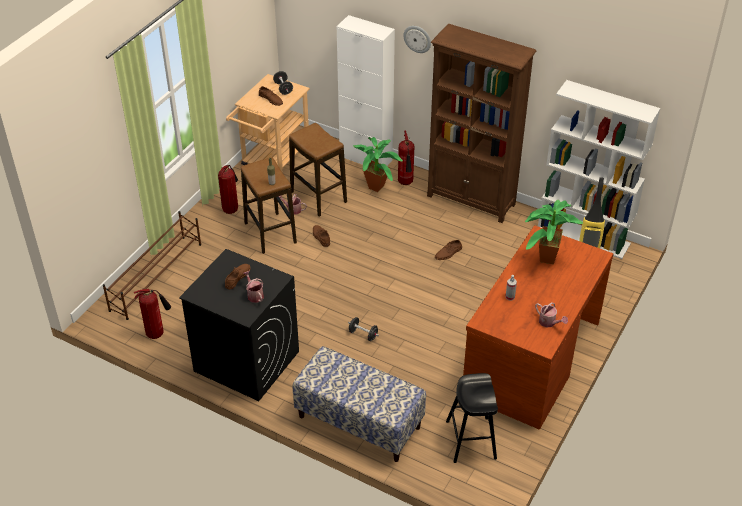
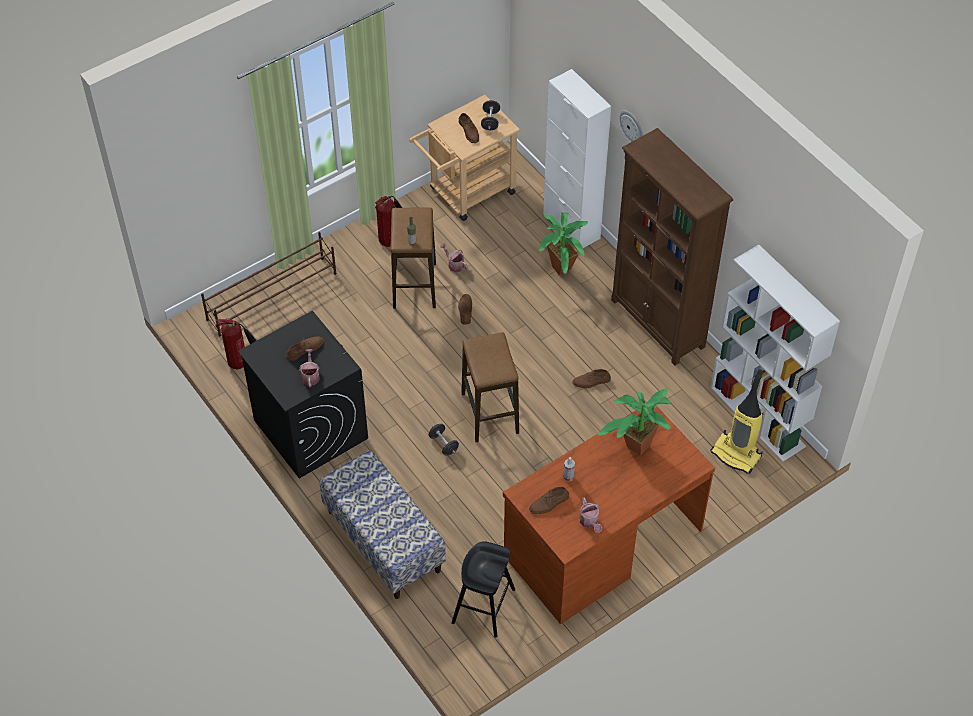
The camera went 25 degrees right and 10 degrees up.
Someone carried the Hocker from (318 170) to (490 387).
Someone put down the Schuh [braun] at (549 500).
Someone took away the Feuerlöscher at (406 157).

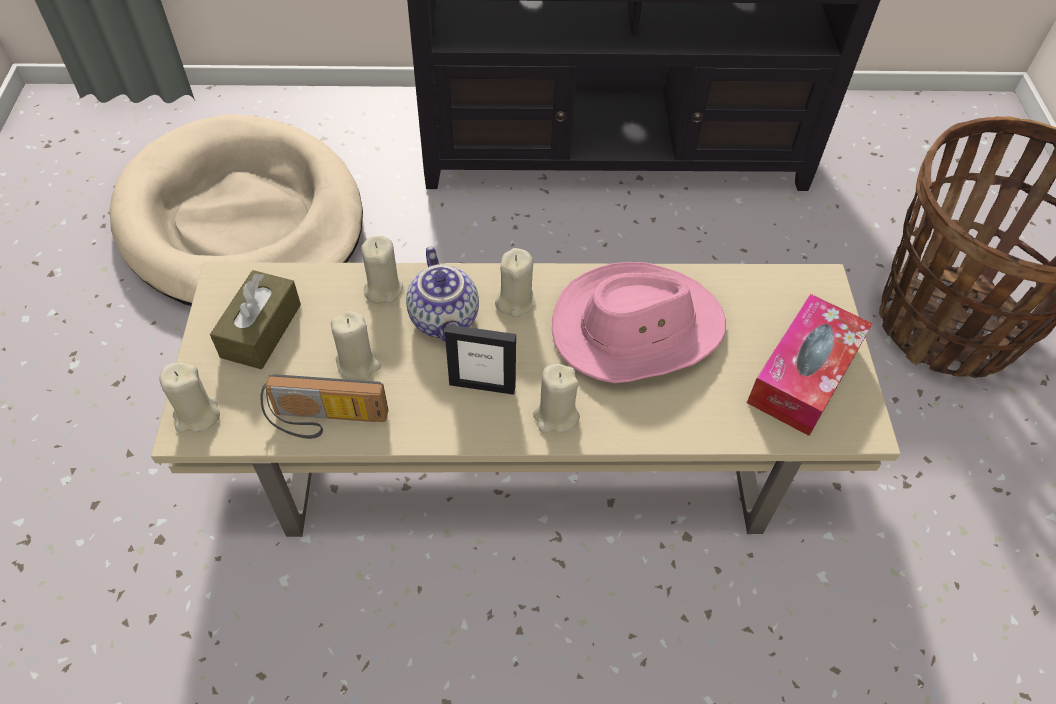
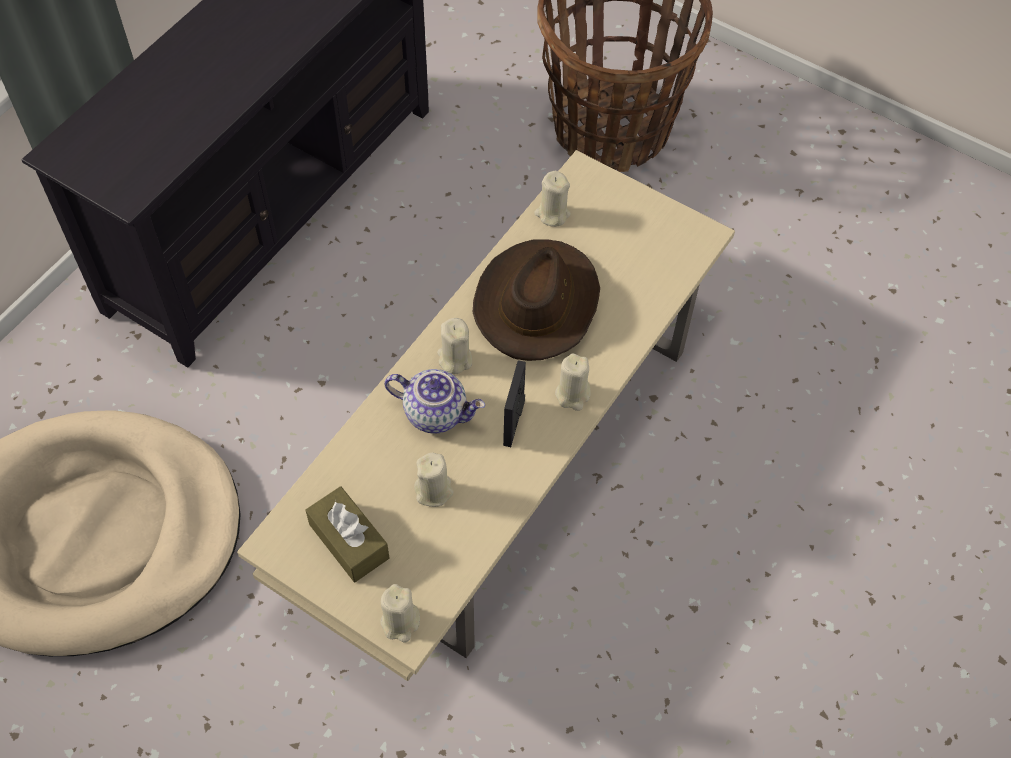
The camera went 55 degrees left and 5 degrees up.
Someone repainted the Hut [rosa] at (639 322), which became the Hut [braun] at (536 300).
Someone rotated the Bilderrahmen at (480 359) by 150 degrees clockwise.
Someone carried the Kerze [beige] from (382 269) to (552 199).
Someone took away the Radio at (324 406).
Someone took away the Taschentuchbox at (809 365).

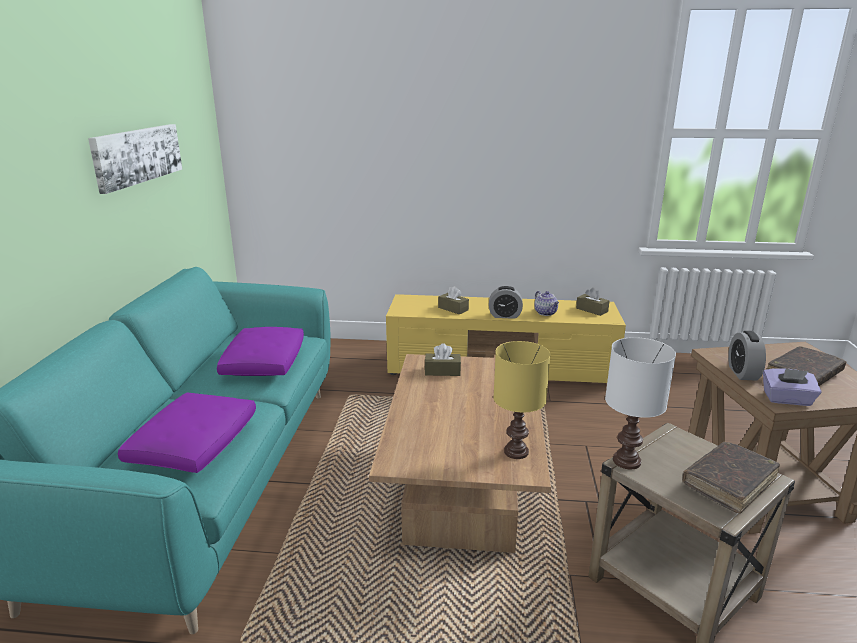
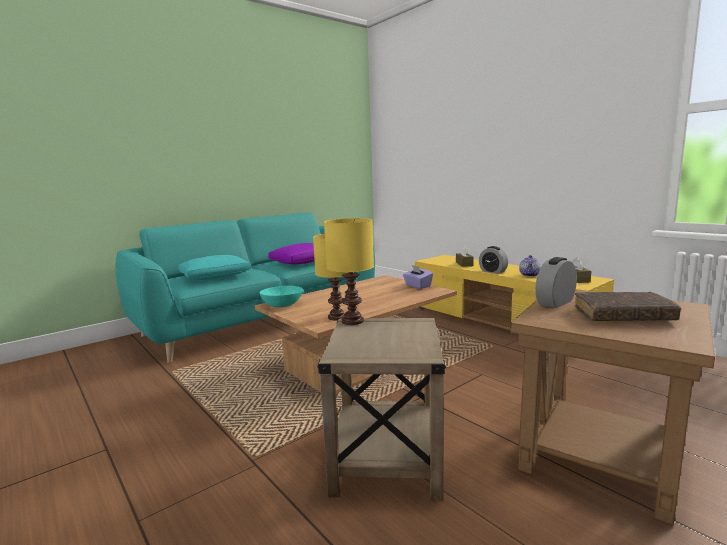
The camera went 45 degrees right and 10 degrees down.
Someone repainted the Kissen [lila] at (187 433), which became the Kissen [türkis] at (214 267).
Someone put down the Schüssel [türkis] at (281 296).
Someone repainted the Tischlampe [weiß] at (640 403), which became the Tischlampe [gelb] at (349 271).
Someone carried the Taschentuchbox [lila] from (792 387) to (418 277).
Someone took away the Bild at (135 159).
Someone took away the Taschentuchbox [braun] at (443 359).
Someone took away the Buch [braun] at (731 478).

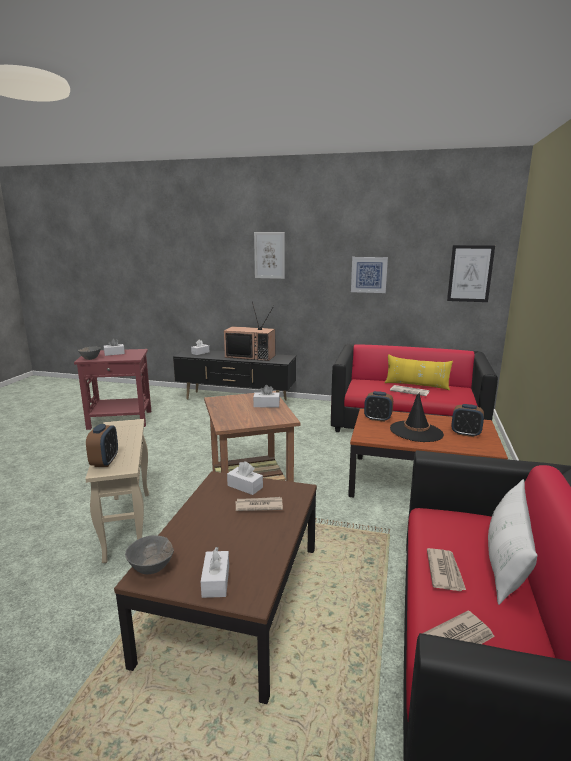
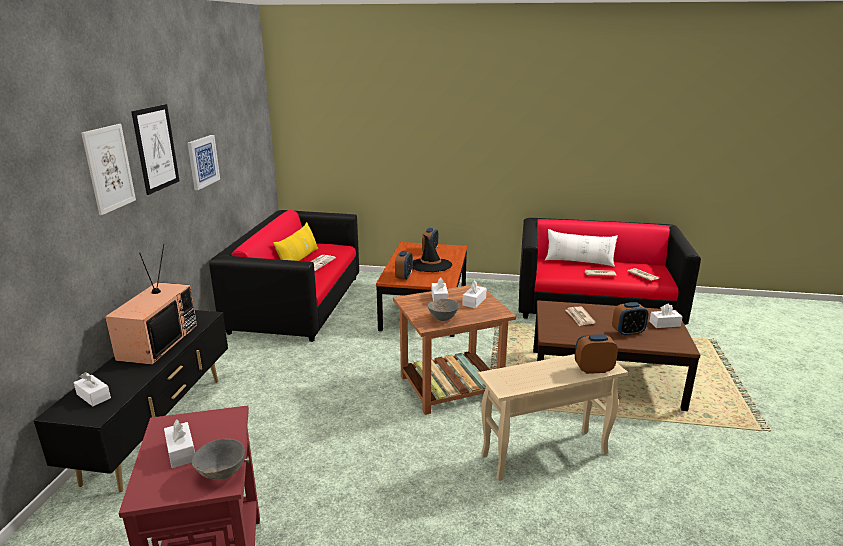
The camera went 95 degrees left and 5 degrees up.
Someone carried the Bild from (471 273) to (155 149).
Someone carried the Schüssel [grau] from (149 554) to (443 310).
Someone carried the Taschentuchbox [weiß] from (245 478) to (474 294).
Someone put down the Wecker at (630 319).

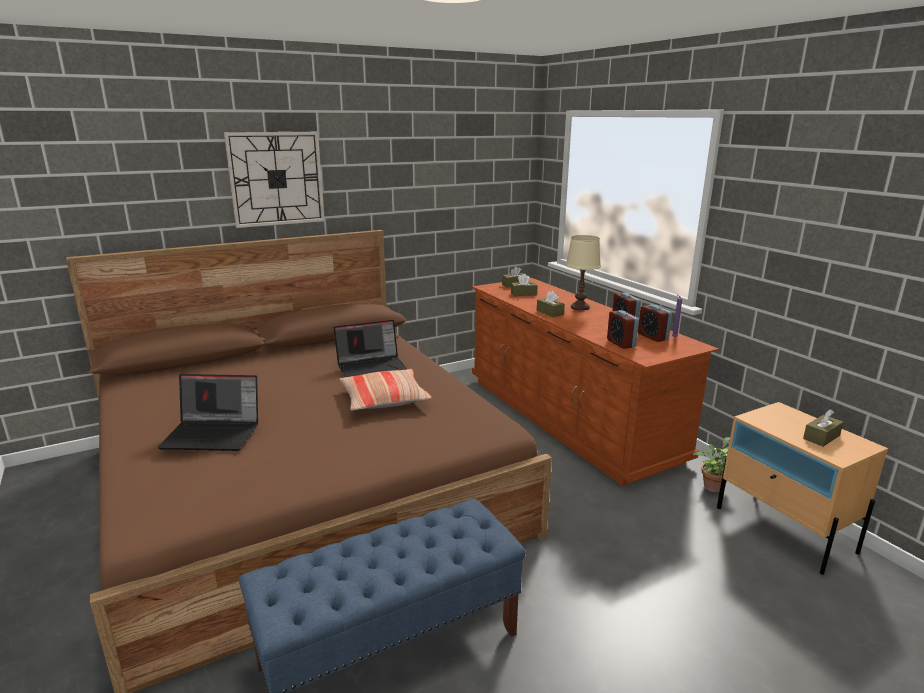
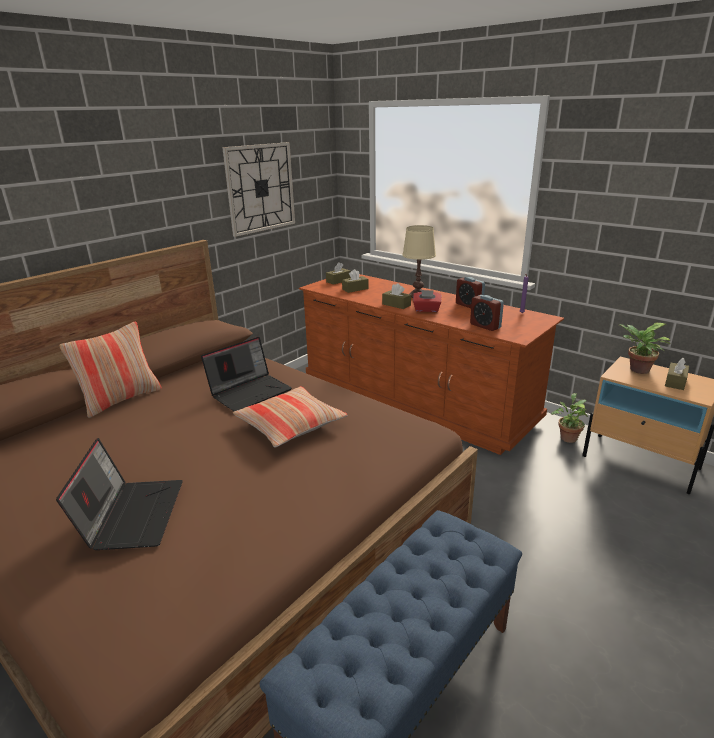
The camera went 20 degrees left and 5 degrees up.
Someone rotated the Laptop at (207 412) by 75 degrees counterclockwise.
Someone put down the Kissen at (110 370).
Someone carried the Wanduhr from (274 180) to (258 189).
Someone put down the Taschentuchbox [rot] at (427 301).
Someone put down the Topfpflanze at (645 348).
Someone took away the Wecker at (655 323).

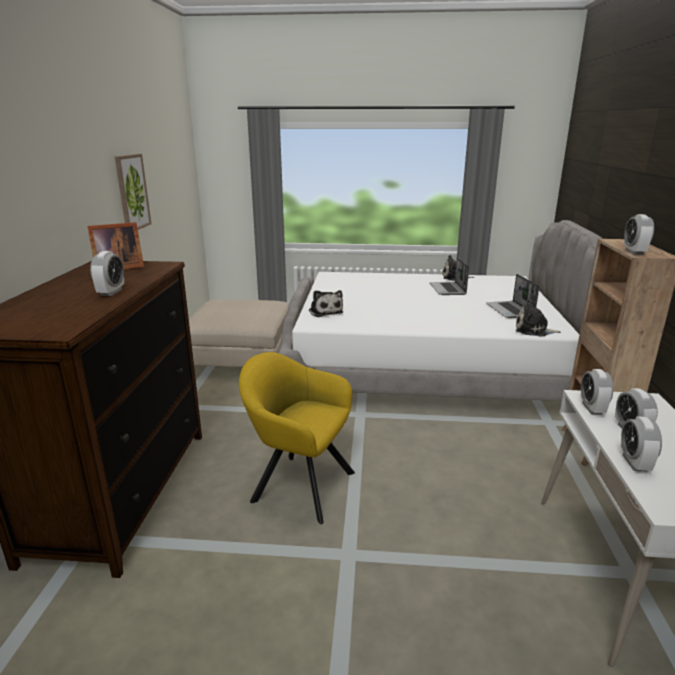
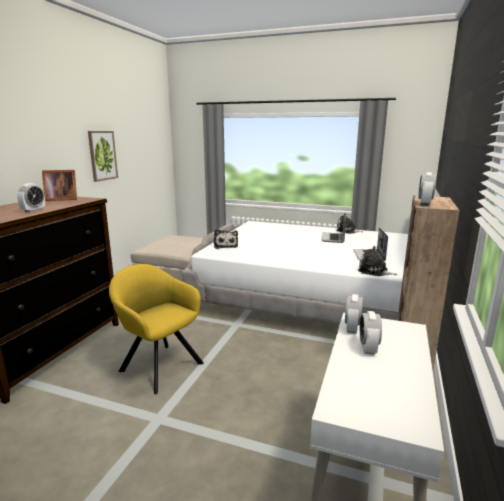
The camera went 15 degrees right and 5 degrees down.
Someone took away the Wecker at (641 444).

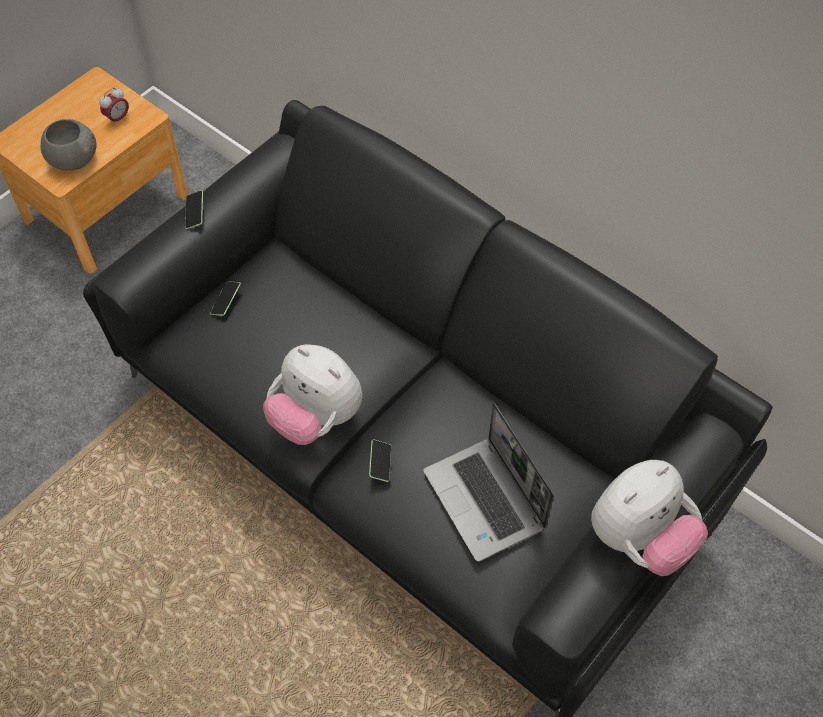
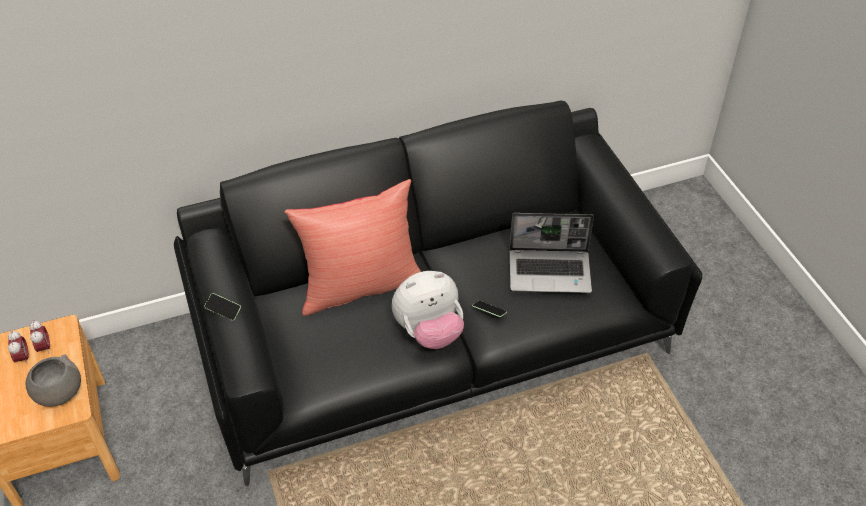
The camera went 60 degrees left and 10 degrees down.
Someone put down the Wecker at (18 348).
Someone put down the Kissen [rot] at (352 247).
Someone took away the Handy at (225 299).
Someone took away the Plüschtier at (649 518).

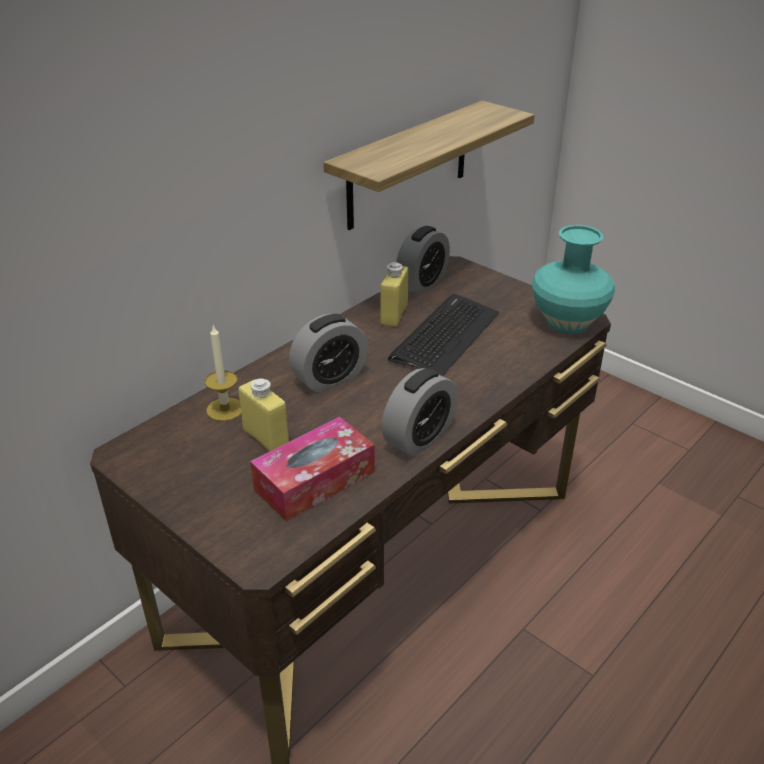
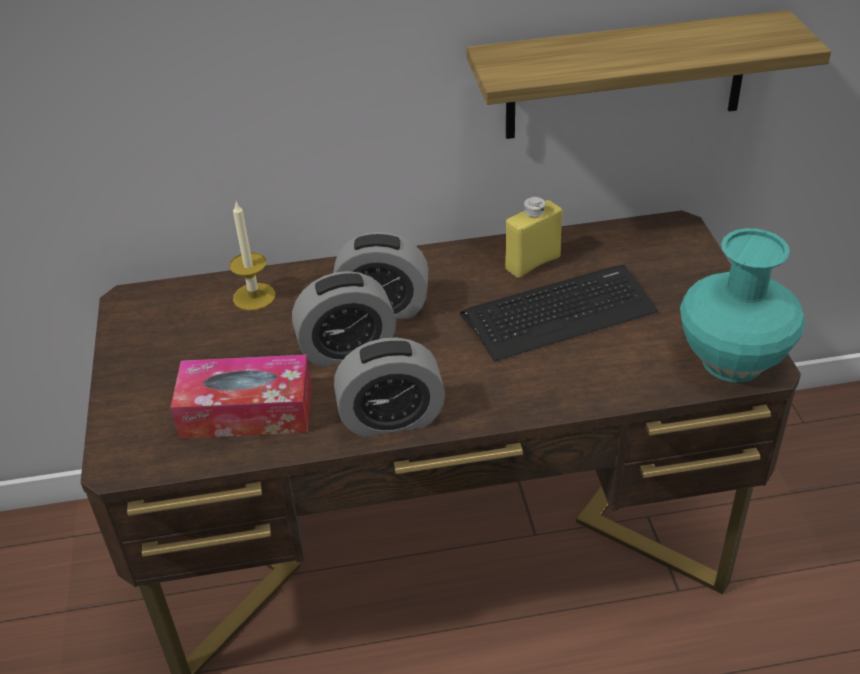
The camera went 40 degrees right and 5 degrees up.
Someone carried the Wecker from (423 260) to (344 319).
Someone took away the Flasche [gelb] at (263 415).

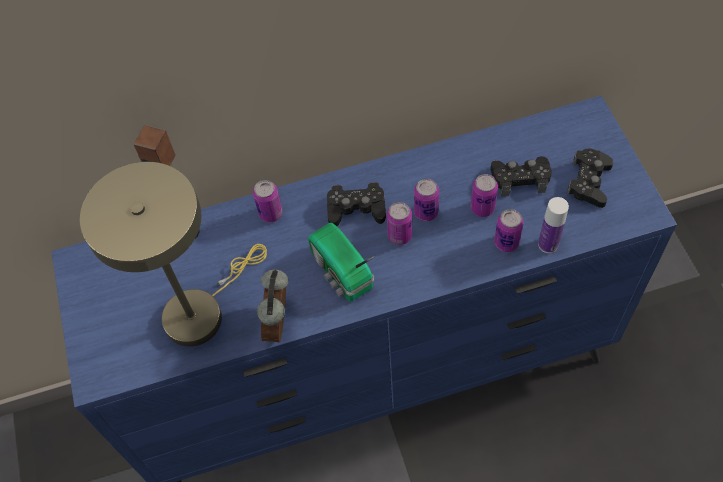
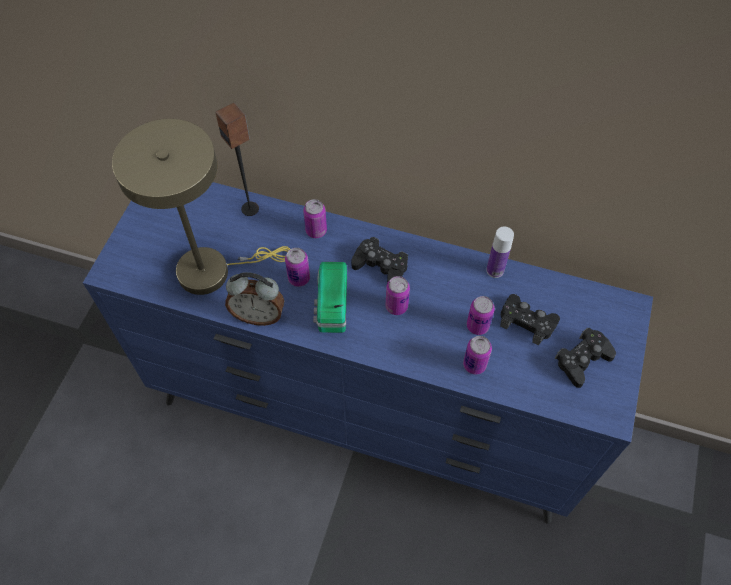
The camera went 30 degrees right and 0 degrees up.
Someone rotated the Wecker at (272 306) by 120 degrees counterclockwise.
Someone carried the Dose from (426 200) to (297 267).
Someone carried the Flasche from (553 225) to (500 252).

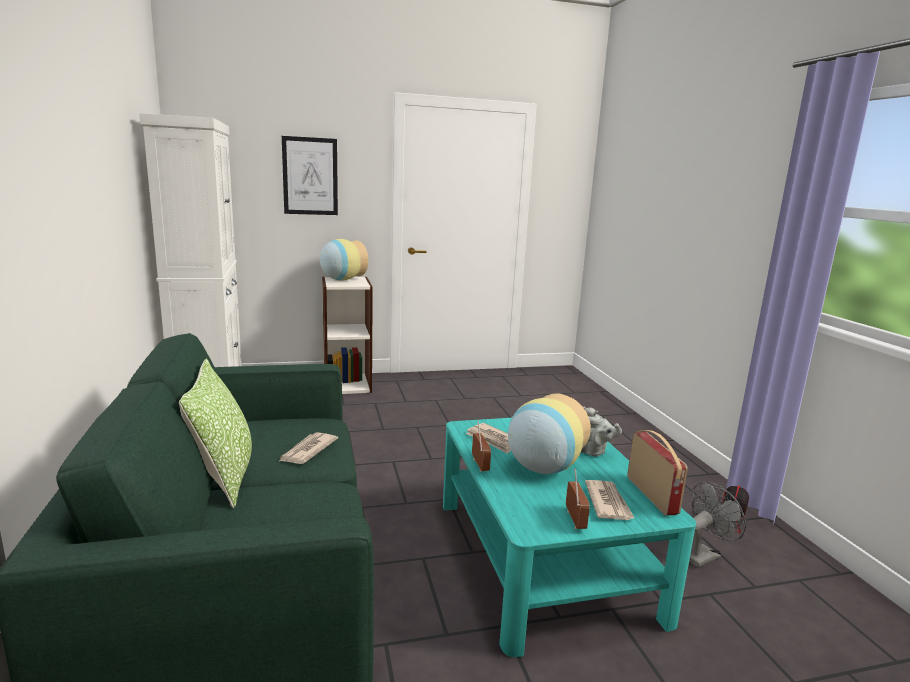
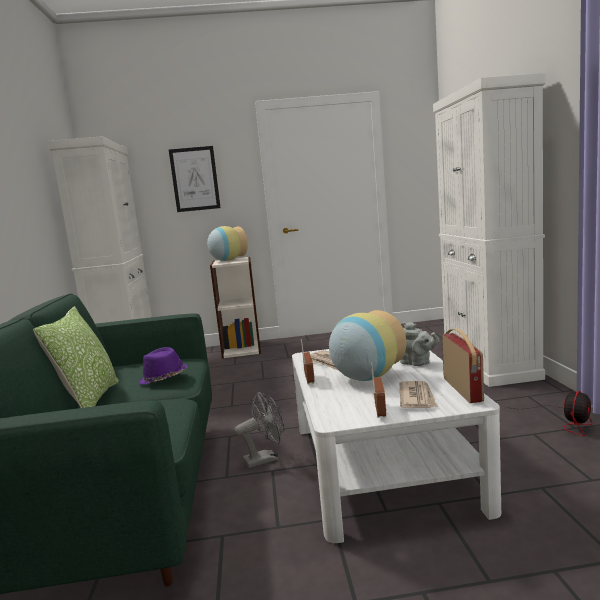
The camera went 10 degrees right and 5 degrees down.
Someone swapped the Zeitung at (308 448) for the Hut [lila] at (163 366).
Someone carried the Ventilator [grau] from (717 524) to (259 430).
Someone repainted the Couchtisch [türkis] at (569 537), which became the Couchtisch [weiß] at (396 446).
Someone put down the Schrank [weiß] at (489 230).

